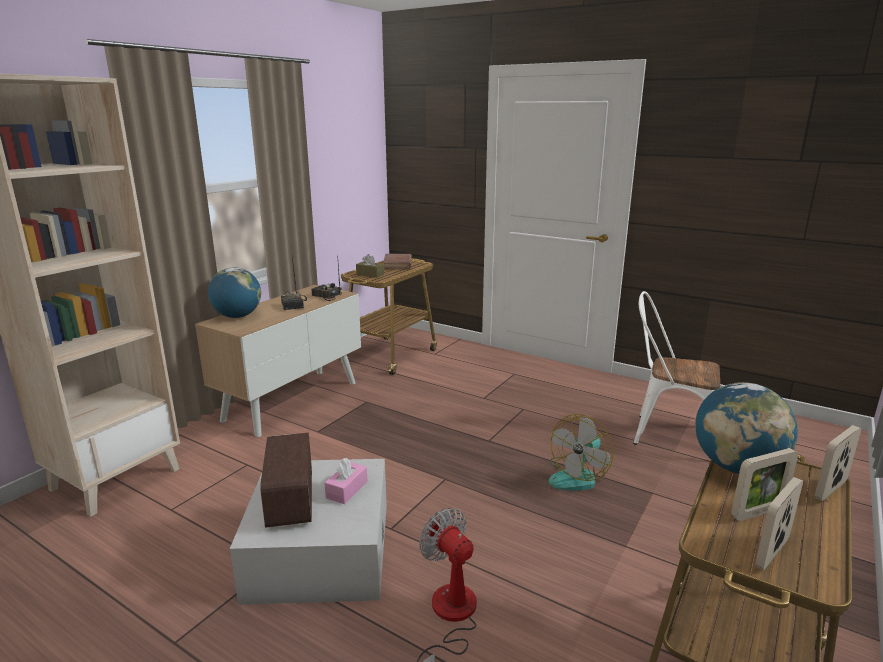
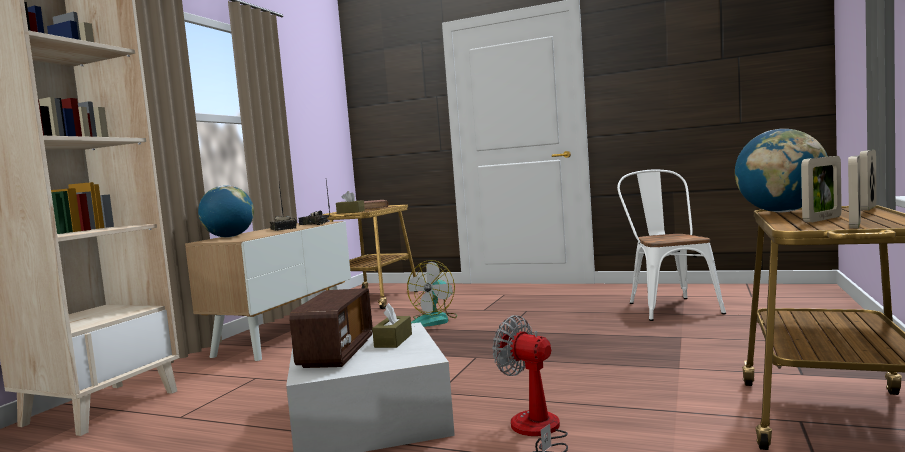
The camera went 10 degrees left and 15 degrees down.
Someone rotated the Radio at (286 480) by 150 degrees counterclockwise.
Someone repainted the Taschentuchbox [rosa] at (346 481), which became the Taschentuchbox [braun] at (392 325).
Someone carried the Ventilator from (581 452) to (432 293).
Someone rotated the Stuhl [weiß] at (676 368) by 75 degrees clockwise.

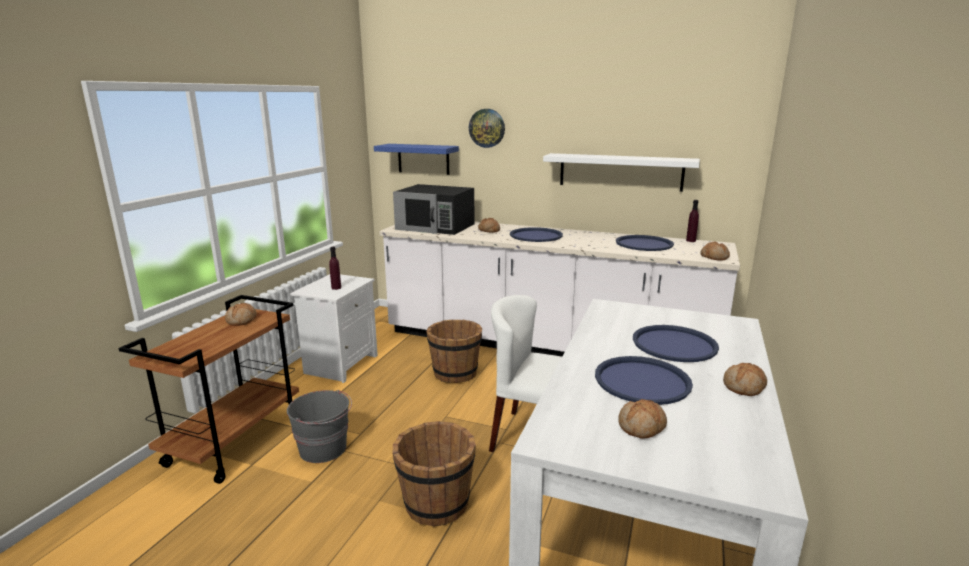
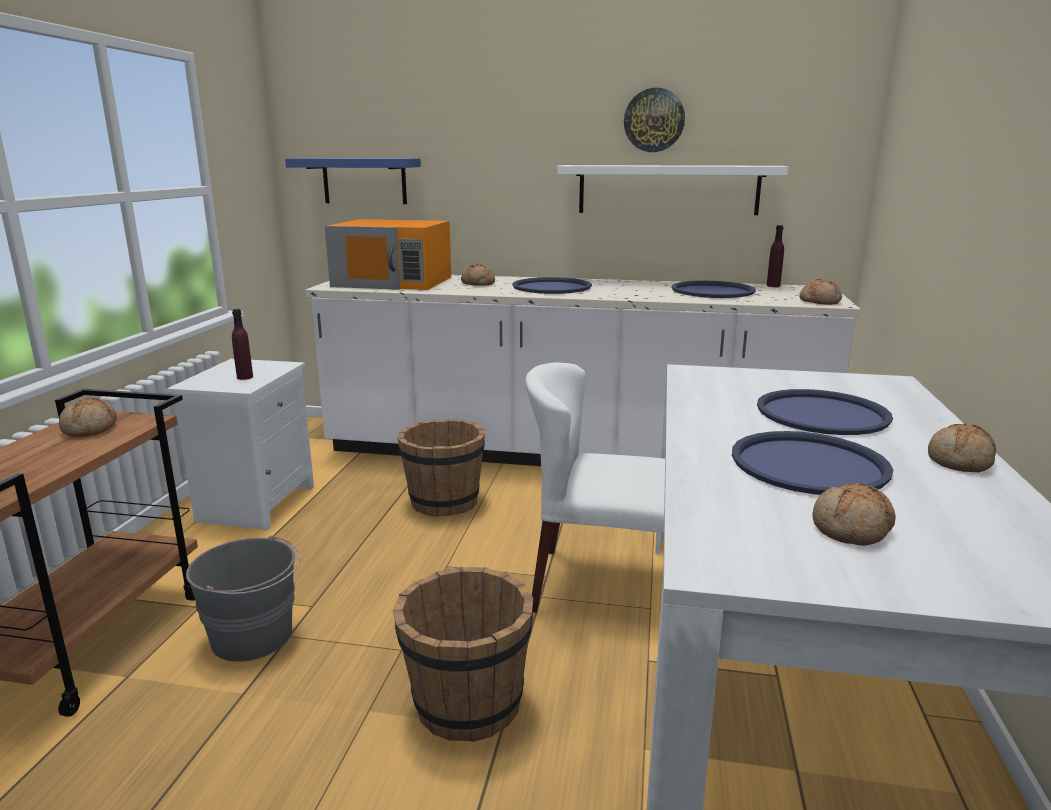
The camera went 10 degrees left and 0 degrees up.
Someone repainted the Mikrowelle [schwarz] at (433 209), which became the Mikrowelle [orange] at (388 254).
Someone carried the Wanduhr from (487 128) to (654 120).

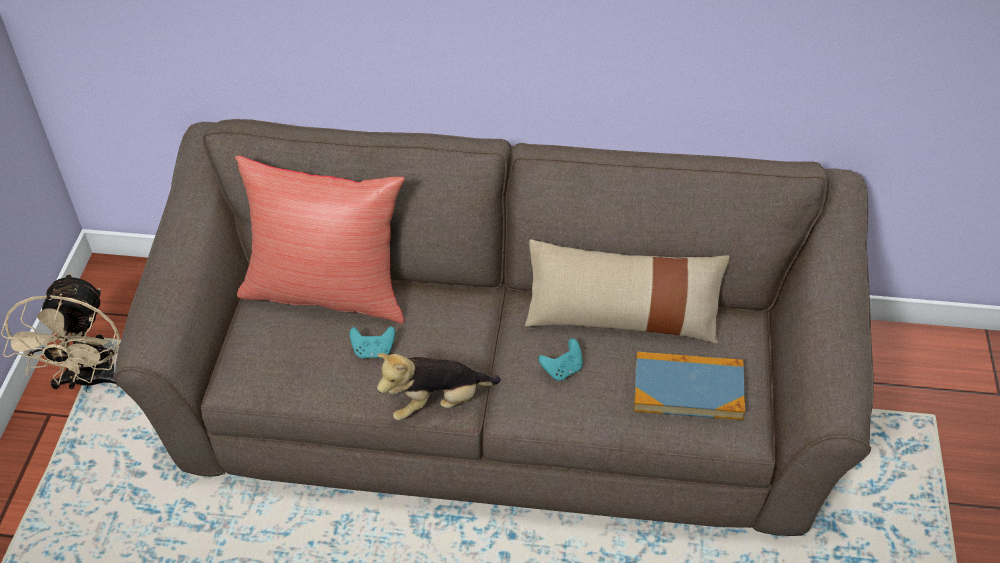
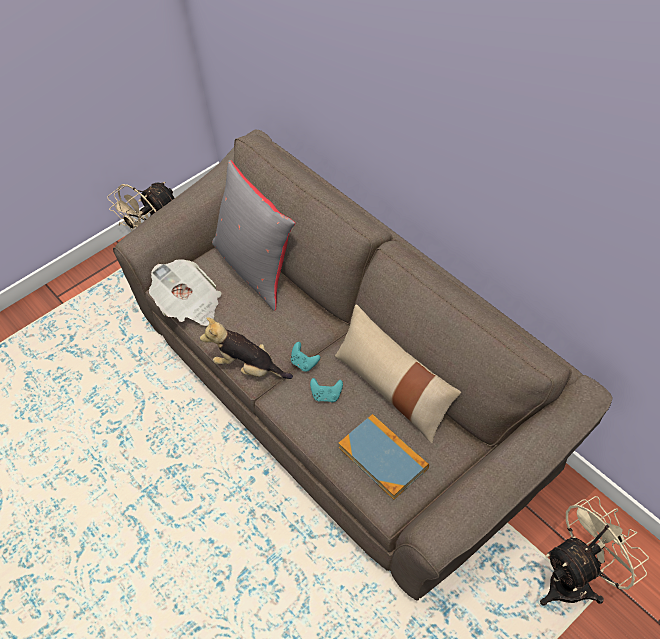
The camera went 45 degrees right and 5 degrees up.
Someone put down the Zeitung at (185 292).
Someone repainted the Kissen [rot] at (320 240), which became the Kissen [grau] at (253 235).
Someone carried the Gamepad [türkis] from (372 342) to (305 357).
Someone put down the Ventilator [beige] at (594 551).

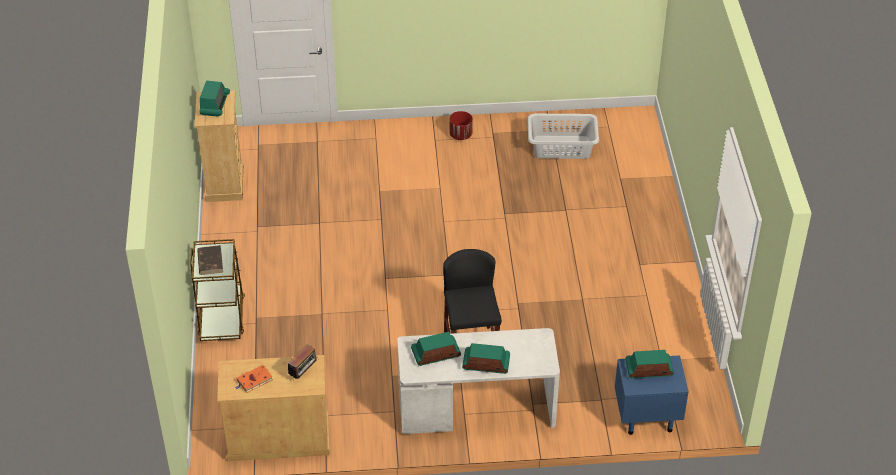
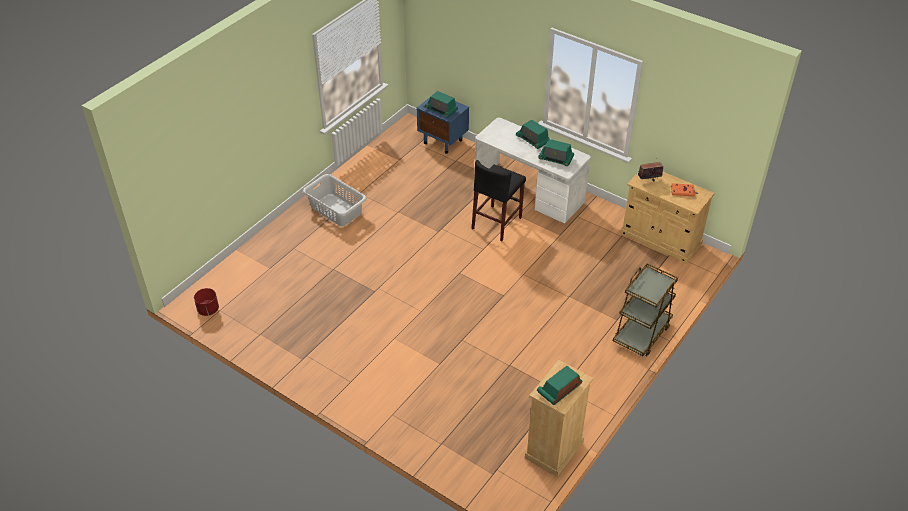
The camera went 140 degrees left and 0 degrees up.
Someone carried the Pflanzkübel [rot] from (461 125) to (206 302).
Someone carried the Wäschekorb [grau] from (563 136) to (335 200).
Someone took away the Buch [braun] at (210 260).

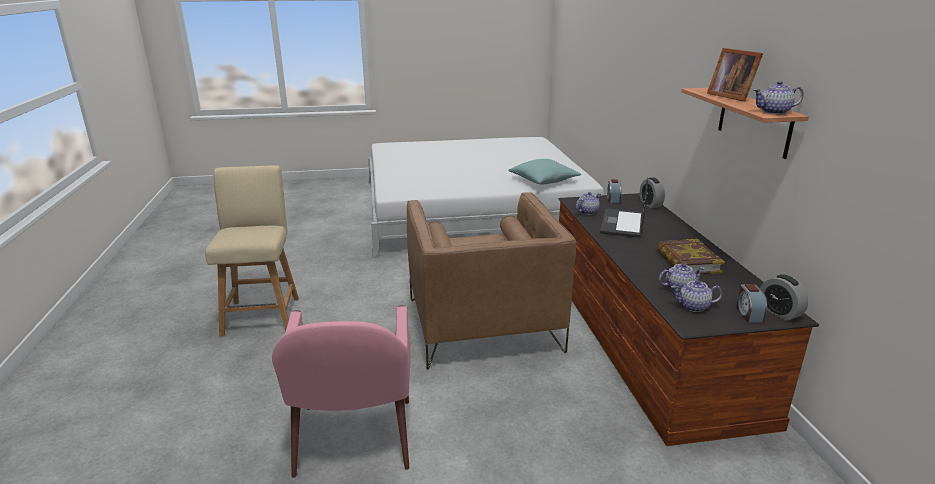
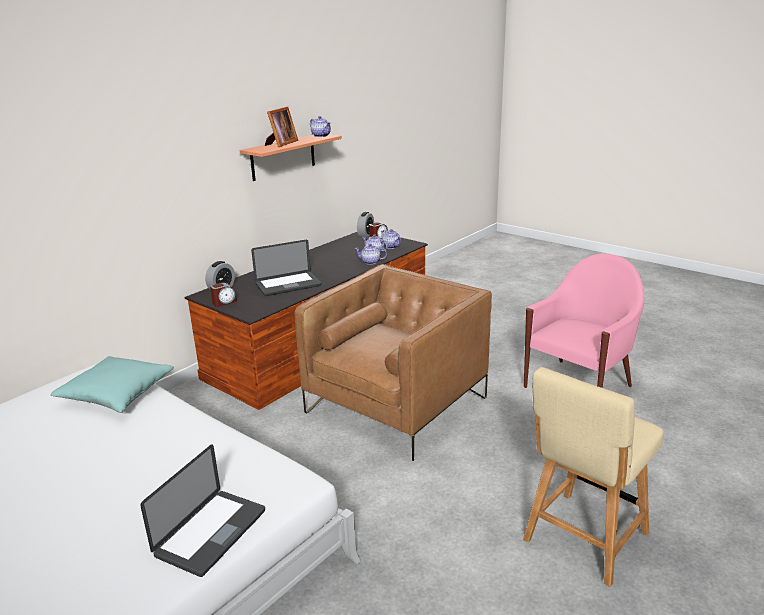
The camera went 130 degrees left and 0 degrees up.
Someone put down the Laptop at (202 510).
Someone carried the Teekanne from (588 203) to (370 254).
Someone took away the Buch at (691 256).

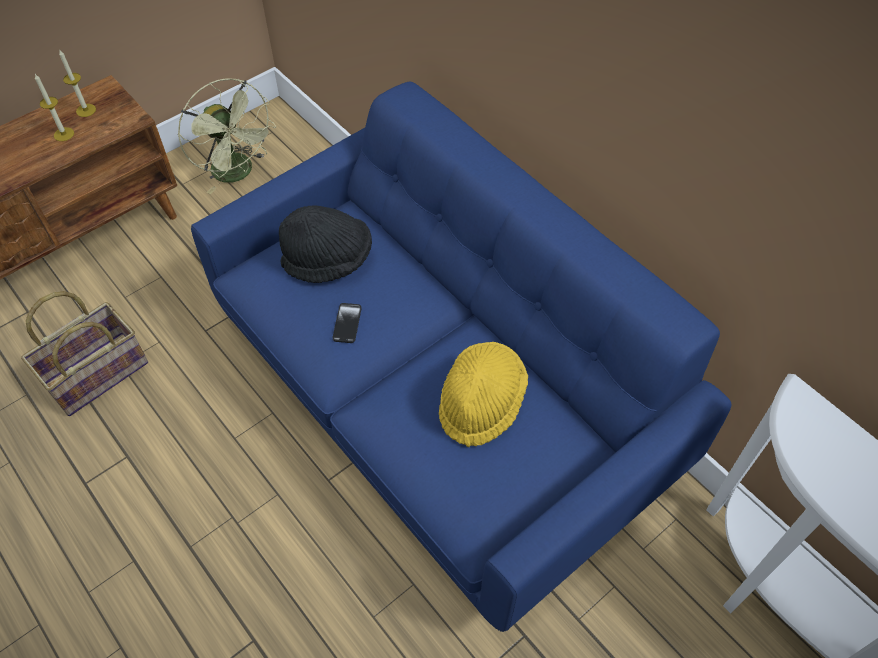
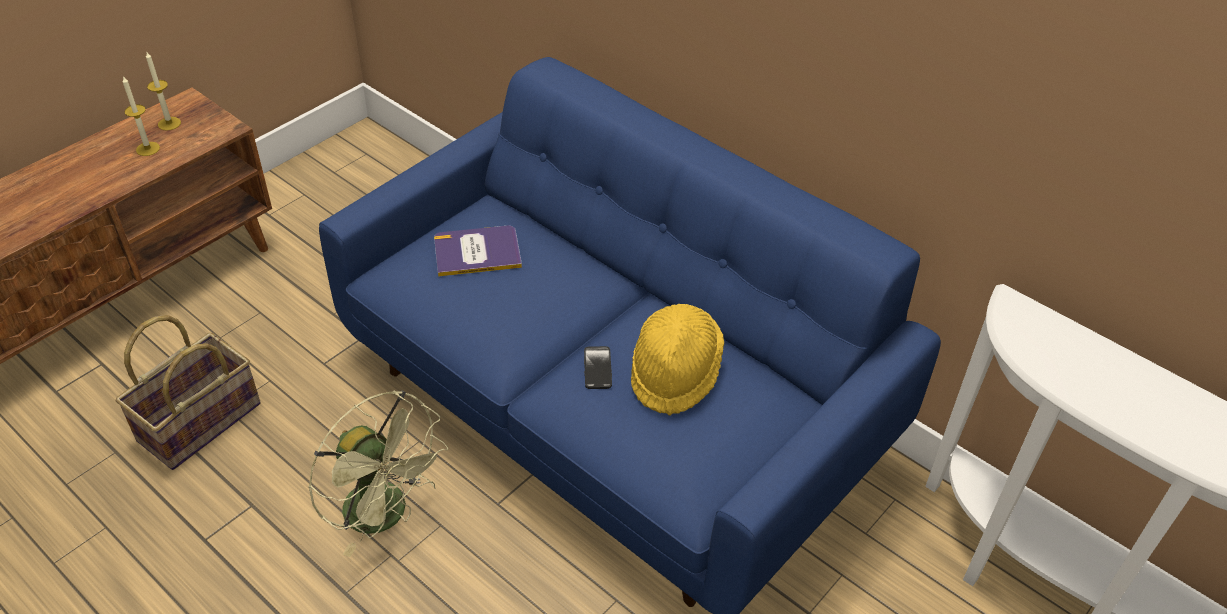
The camera went 10 degrees left and 10 degrees down.
Someone carried the Ventilator [grün] from (227 136) to (378 473).
Someone swapped the Hut [schwarz] at (325 244) for the Buch at (478 251).
Someone carried the Handy from (347 323) to (598 367).

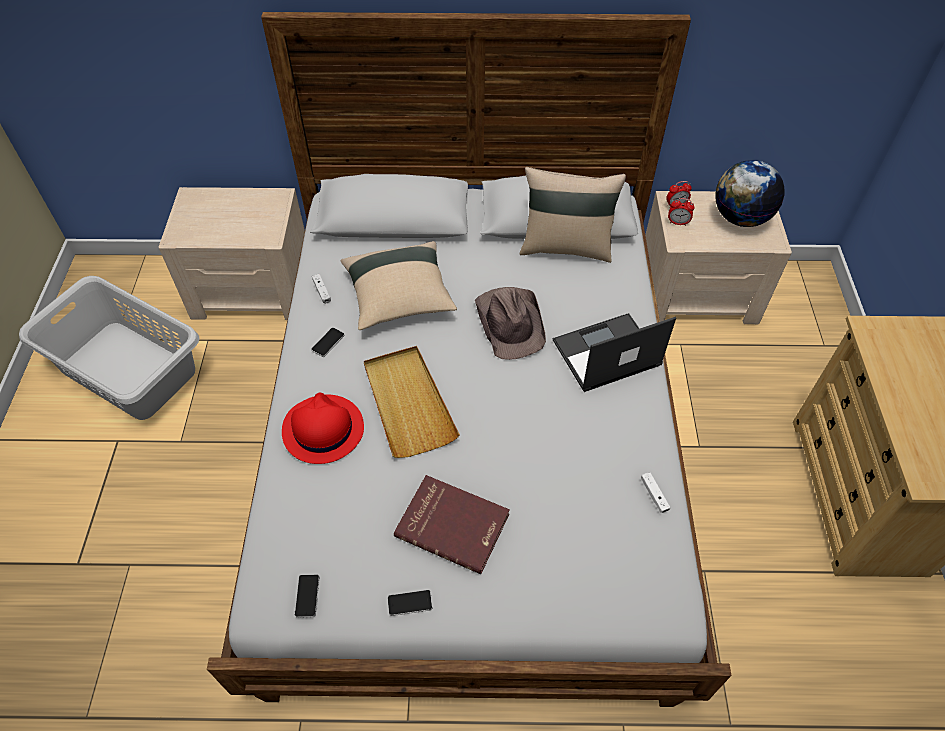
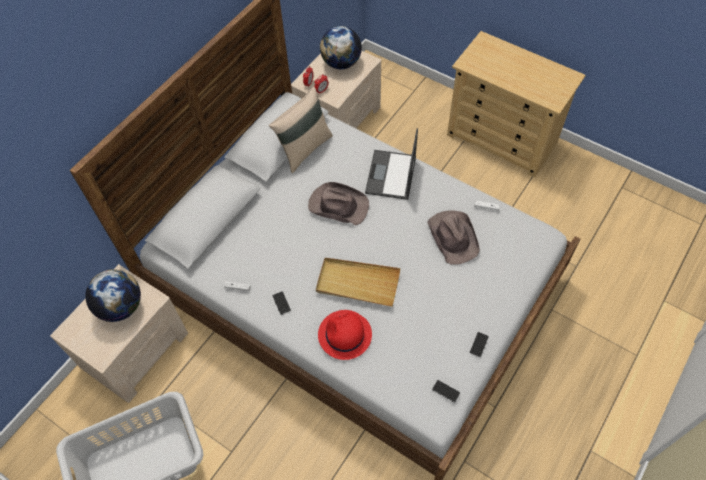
The camera went 55 degrees left and 5 degrees up.
Someone put down the Globus at (113 295).
Someone put down the Hut [braun] at (453 237).
Someone took away the Kissen [beige] at (398 285).
Someone took away the Buch [rot] at (452 524).

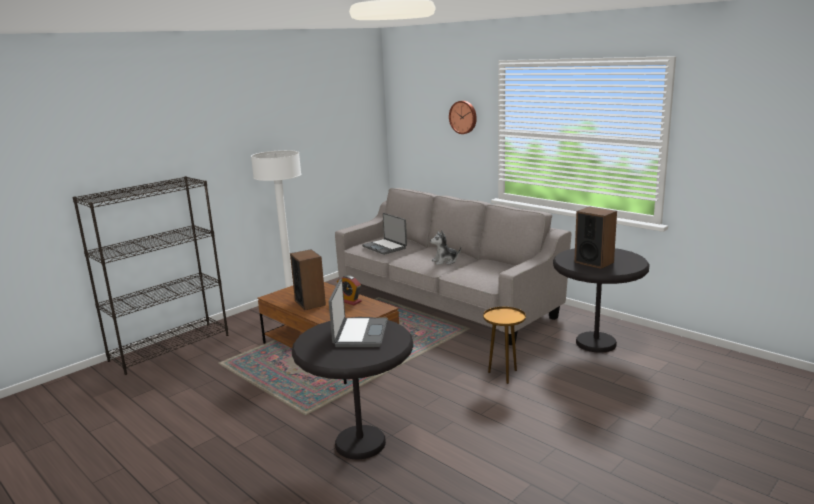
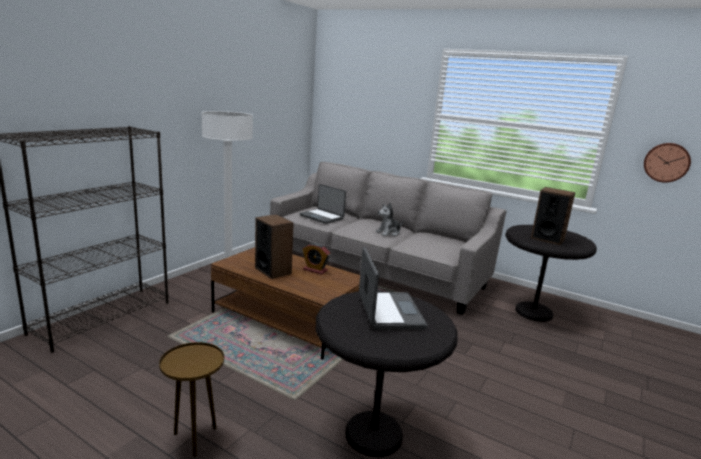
The camera went 15 degrees left and 0 degrees up.
Someone carried the Beistelltisch [braun] from (504 345) to (191 399).
Someone carried the Wanduhr from (463 117) to (667 163).

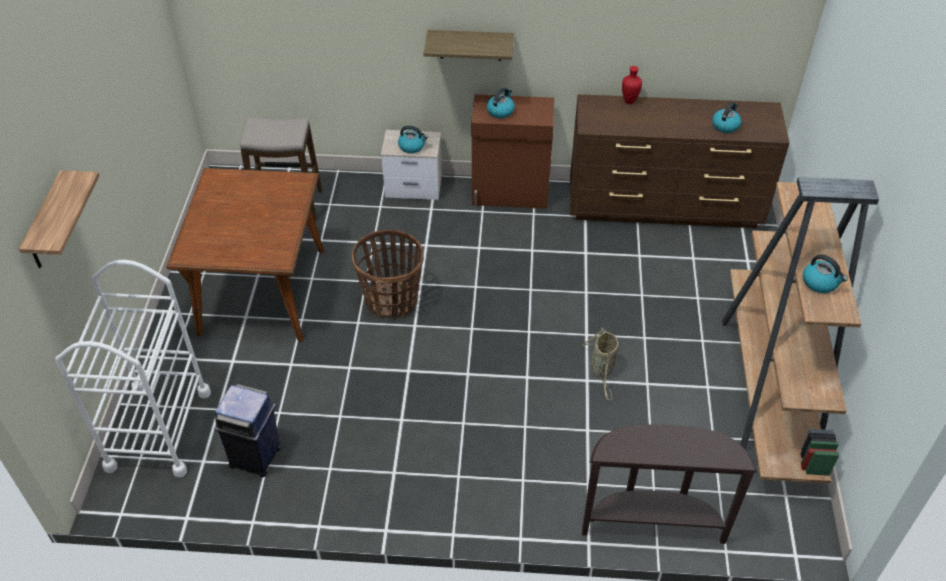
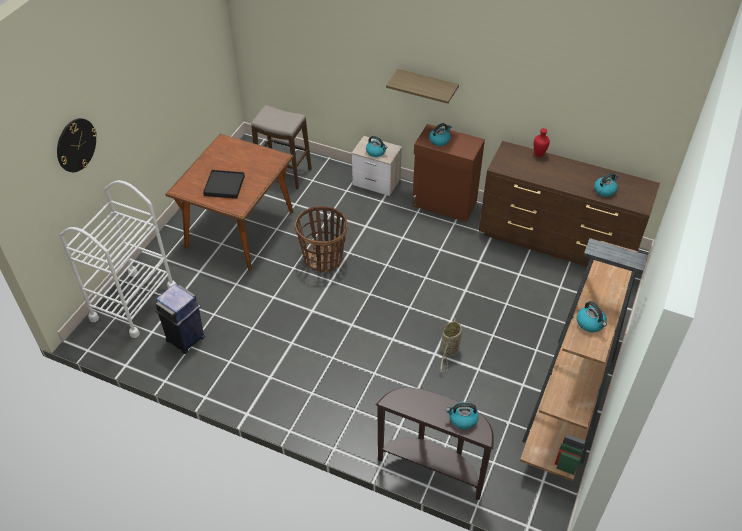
The camera went 20 degrees right and 0 degrees up.
Someone swapped the Wandregal at (59 219) for the Wanduhr at (77 145).
Someone put down the Tablett [schwarz] at (224 184).
Someone put down the Wasserkessel at (462 415).

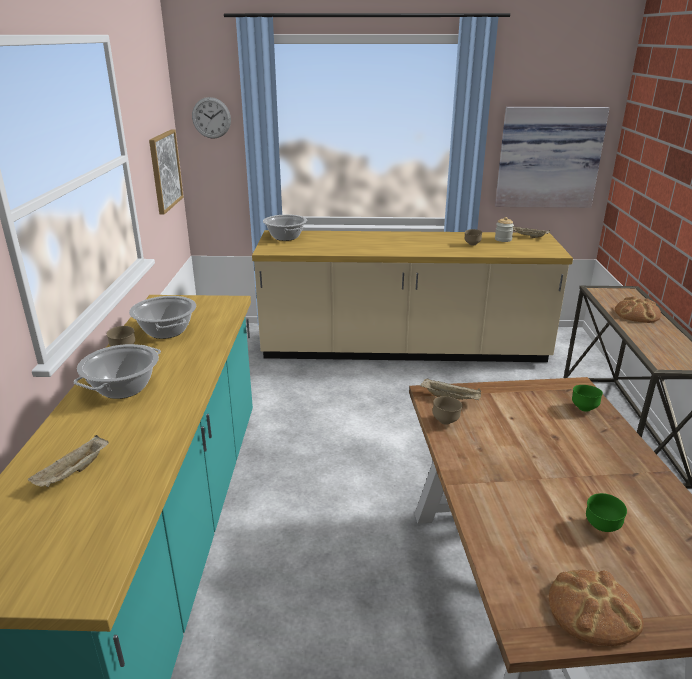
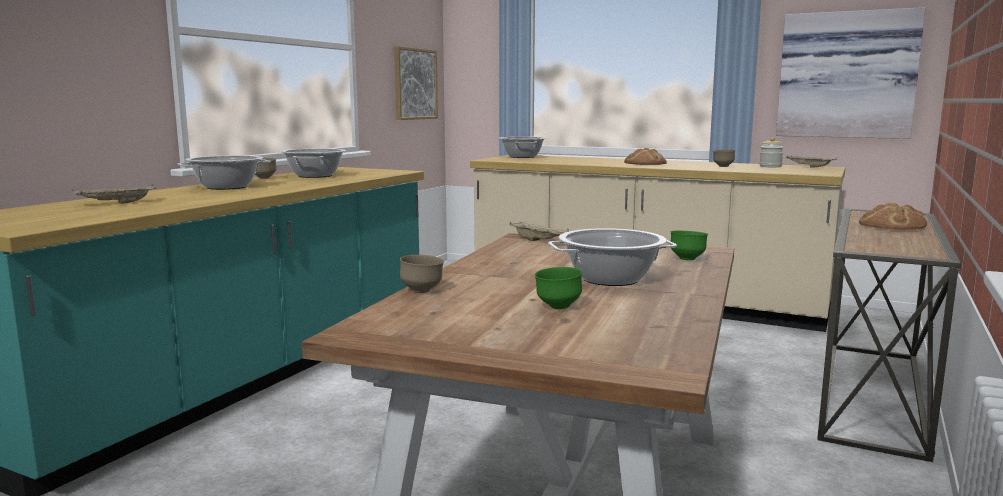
The camera went 25 degrees right and 15 degrees down.
Someone carried the Schüssel [braun] from (447 410) to (422 274).
Someone put down the Kochtopf at (612 257).
Someone carried the Brot from (596 608) to (645 156).
Someone took away the Wanduhr at (211 118).

